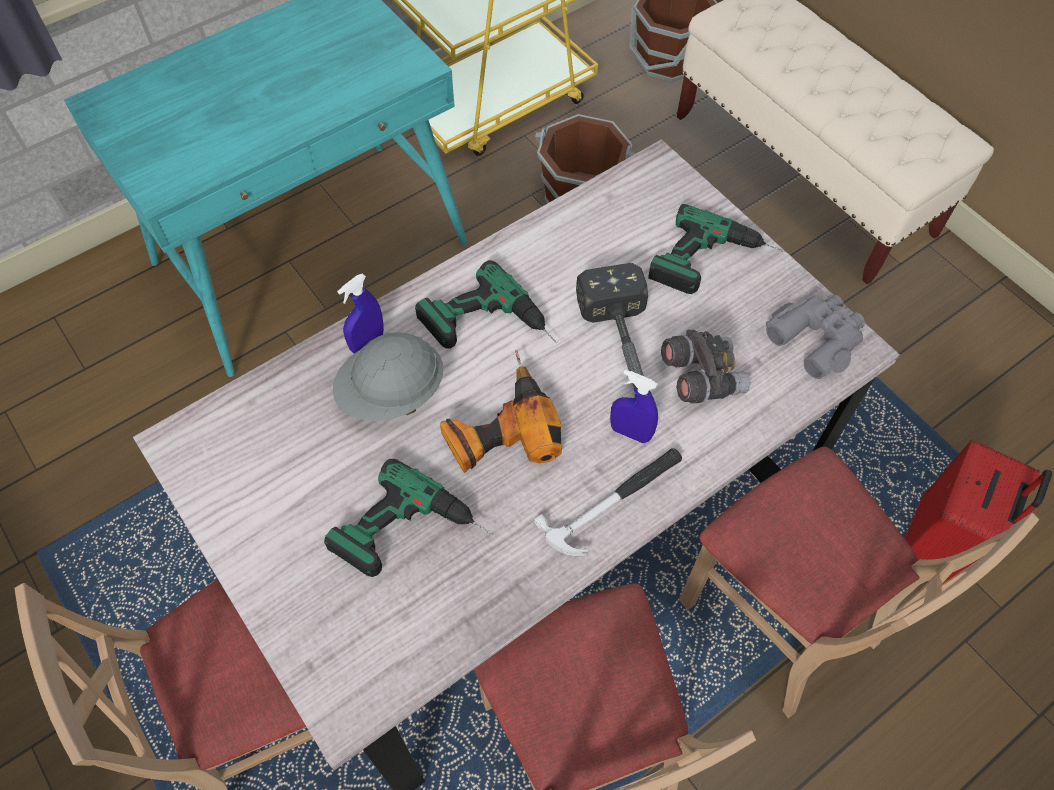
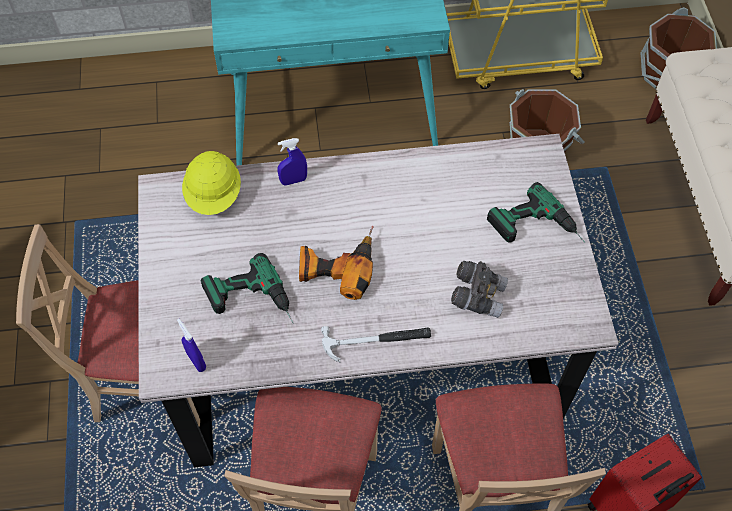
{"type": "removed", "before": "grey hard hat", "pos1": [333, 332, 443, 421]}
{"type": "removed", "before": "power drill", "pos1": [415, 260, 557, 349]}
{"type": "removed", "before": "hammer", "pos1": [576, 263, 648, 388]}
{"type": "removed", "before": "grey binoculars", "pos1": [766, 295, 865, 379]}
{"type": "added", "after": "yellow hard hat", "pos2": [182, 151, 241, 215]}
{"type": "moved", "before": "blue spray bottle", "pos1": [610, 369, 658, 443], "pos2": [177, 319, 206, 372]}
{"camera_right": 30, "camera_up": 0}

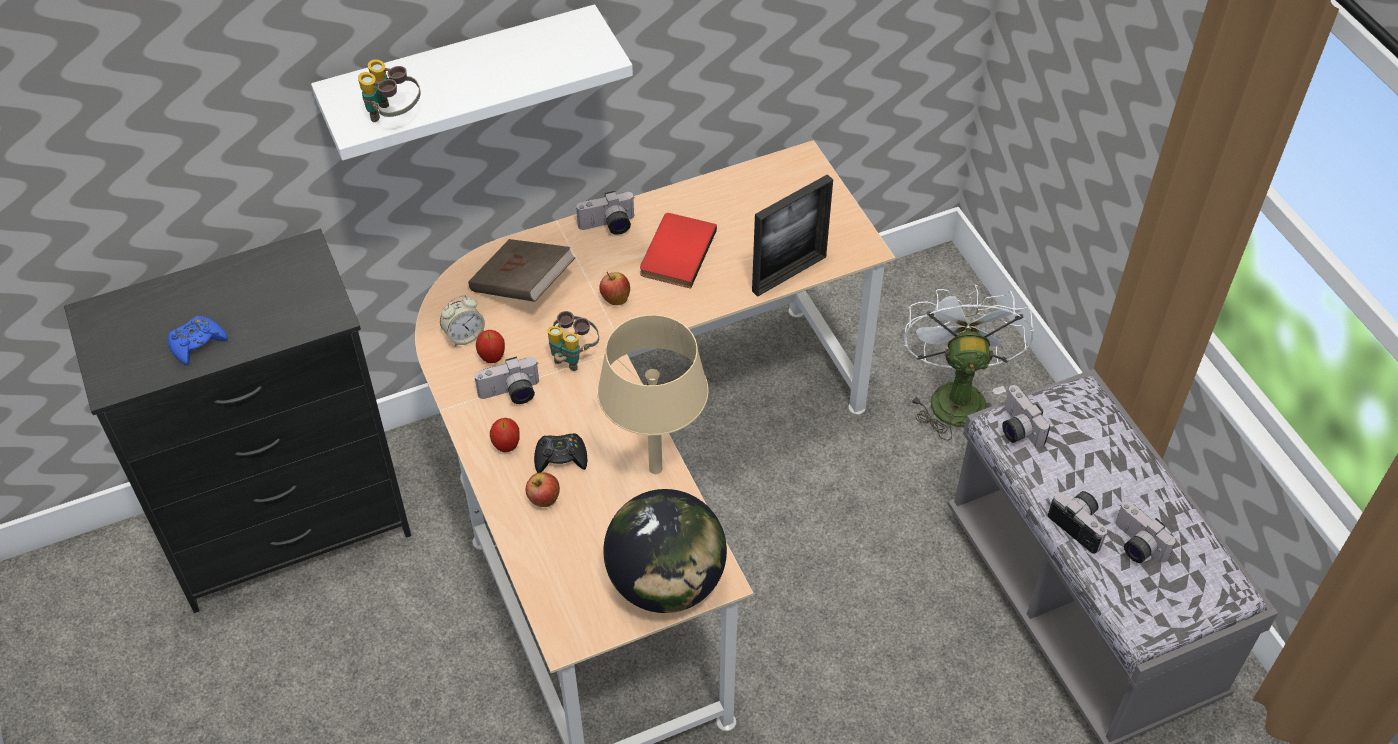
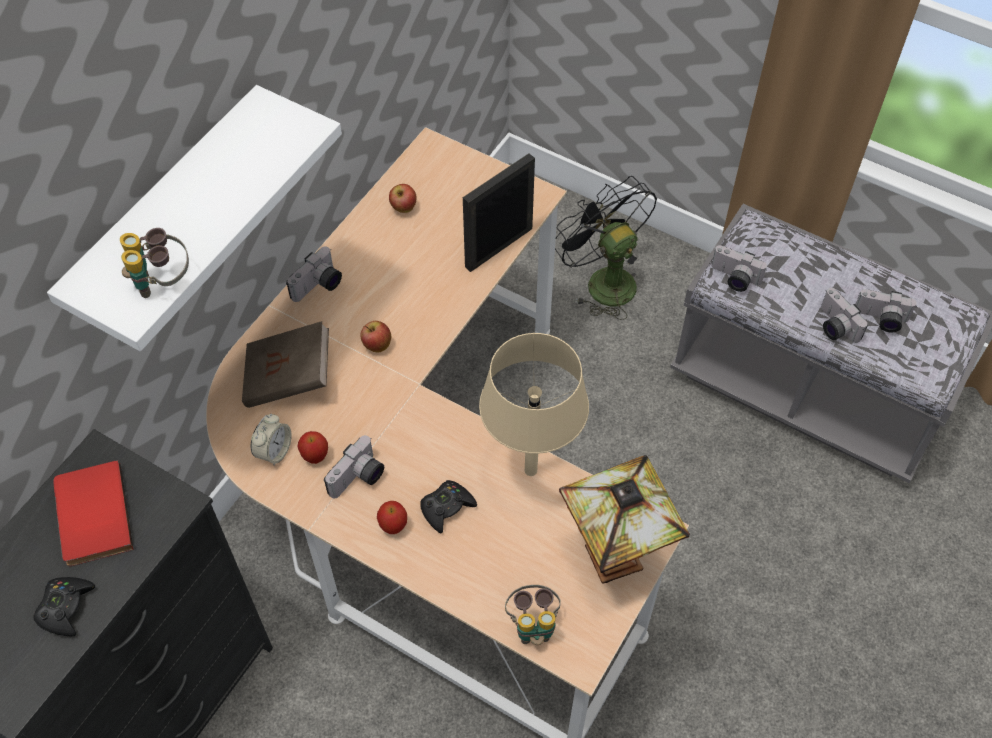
{"type": "moved", "before": "apple", "pos1": [525, 472, 560, 507], "pos2": [389, 184, 416, 213]}
{"type": "moved", "before": "binoculars", "pos1": [547, 311, 599, 371], "pos2": [505, 585, 561, 645]}
{"type": "moved", "before": "red book", "pos1": [640, 213, 717, 289], "pos2": [53, 460, 134, 566]}
{"type": "replaced", "before": "globe", "after": "table lamp", "pos1": [603, 489, 727, 613], "pos2": [559, 455, 690, 584]}
{"type": "recoloured", "before": "blue game controller", "after": "black game controller", "pos1": [167, 316, 228, 365], "pos2": [33, 577, 95, 636]}
{"type": "recoloured", "before": "white fan", "after": "black fan", "pos1": [904, 284, 1034, 440], "pos2": [555, 176, 657, 320]}
{"type": "turned", "before": "picture frame", "pos1": [752, 174, 833, 297], "pos2": [463, 154, 535, 272], "turn": -150}
{"type": "turned", "before": "photo camera", "pos1": [1048, 491, 1107, 554], "pos2": [821, 288, 868, 343], "turn": -135}
{"camera_right": -35, "camera_up": 5}

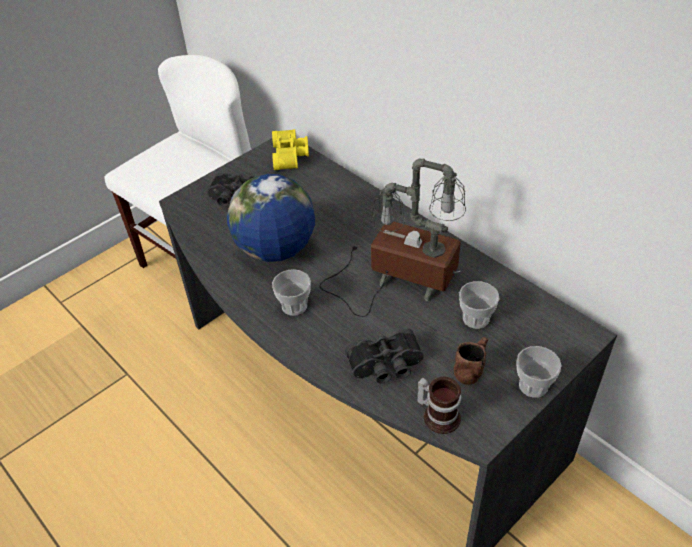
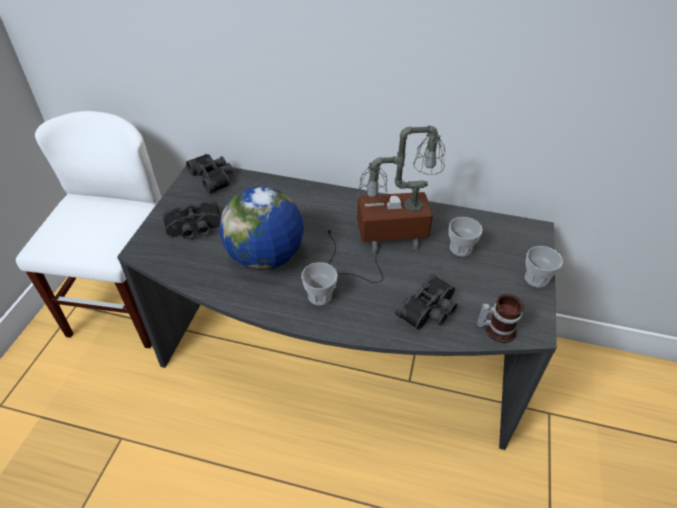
{"type": "removed", "before": "brown mug", "pos1": [454, 337, 488, 385]}
{"type": "recoloured", "before": "yellow binoculars", "after": "black binoculars", "pos1": [272, 129, 309, 170], "pos2": [186, 154, 233, 194]}
{"camera_right": -35, "camera_up": 0}

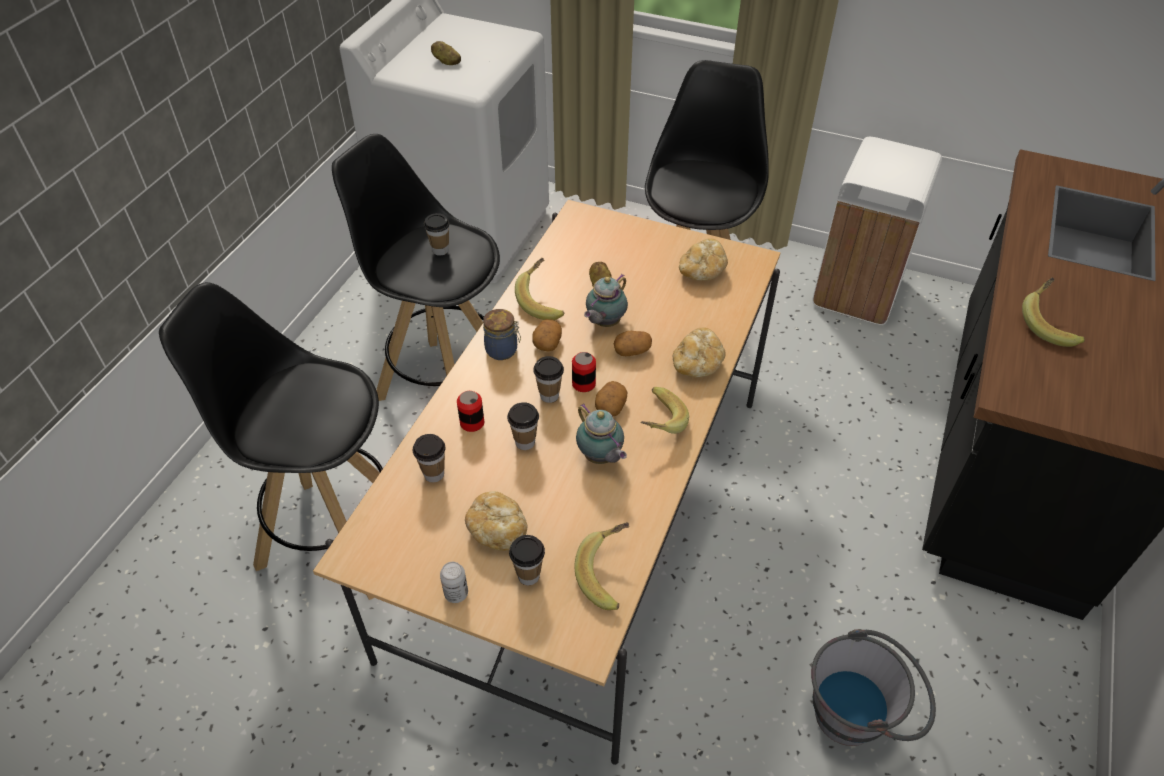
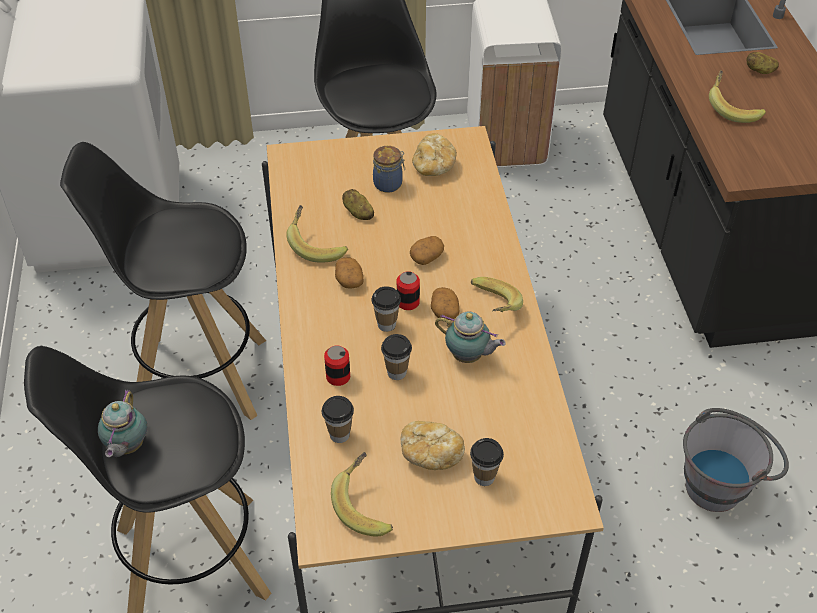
{"type": "removed", "before": "cup", "pos1": [424, 213, 450, 256]}
{"type": "removed", "before": "can", "pos1": [440, 562, 468, 603]}
{"type": "removed", "before": "bread", "pos1": [673, 327, 726, 377]}
{"type": "moved", "before": "potato", "pos1": [431, 41, 461, 65], "pos2": [746, 52, 779, 74]}
{"type": "moved", "before": "jar", "pos1": [483, 309, 521, 360], "pos2": [373, 146, 405, 193]}
{"type": "moved", "before": "banana", "pos1": [575, 522, 629, 610], "pos2": [331, 452, 393, 537]}
{"type": "moved", "before": "teapot", "pos1": [584, 274, 628, 327], "pos2": [98, 390, 147, 457]}
{"camera_right": -30, "camera_up": 0}

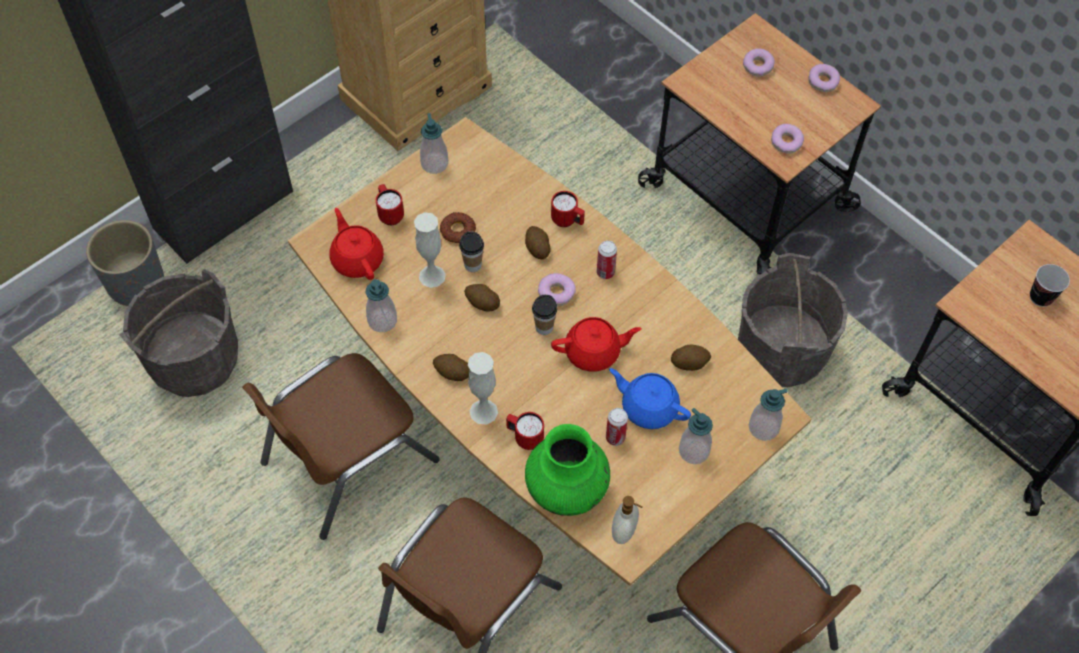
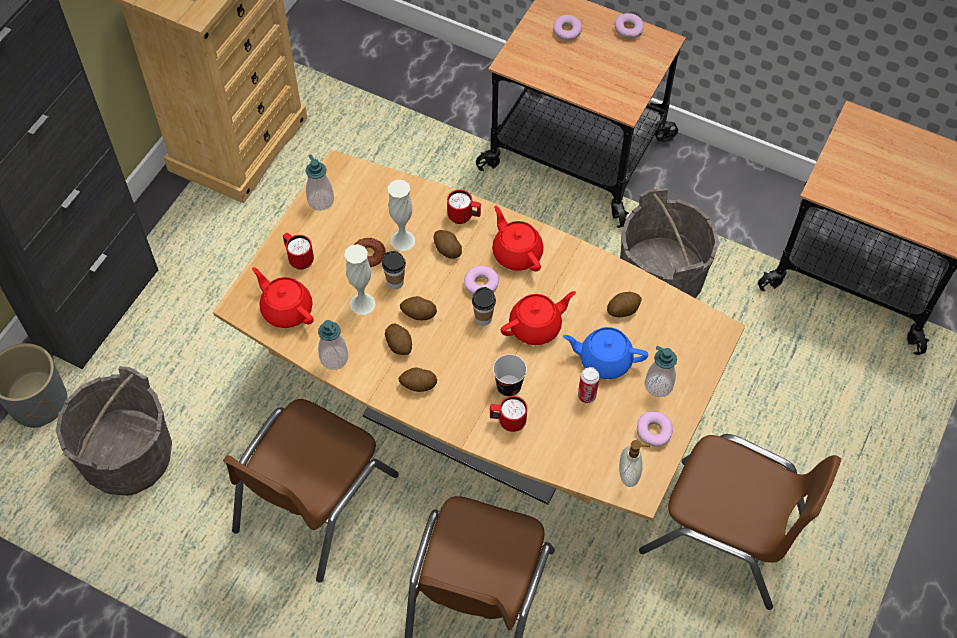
{"type": "removed", "before": "green vase", "pos1": [525, 424, 610, 516]}
{"type": "removed", "before": "soap dispenser", "pos1": [749, 389, 788, 441]}
{"type": "added", "after": "potato", "pos2": [385, 324, 412, 355]}
{"type": "moved", "before": "white vase", "pos1": [468, 352, 498, 425], "pos2": [388, 180, 415, 251]}
{"type": "moved", "before": "donut", "pos1": [771, 124, 804, 154], "pos2": [637, 411, 673, 447]}
{"type": "moved", "before": "cup", "pos1": [1030, 264, 1070, 307], "pos2": [493, 354, 527, 397]}
{"type": "replaced", "before": "can", "after": "red teapot", "pos1": [597, 240, 617, 279], "pos2": [492, 206, 544, 272]}
{"camera_right": -20, "camera_up": 0}

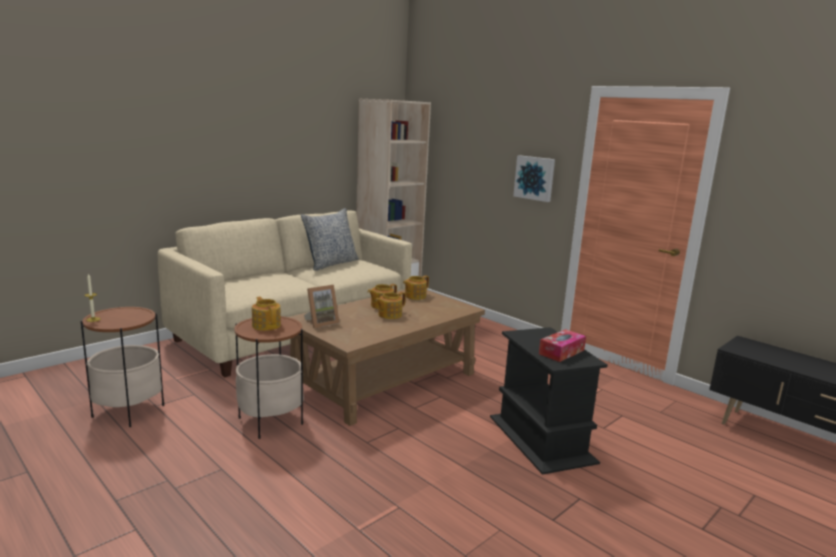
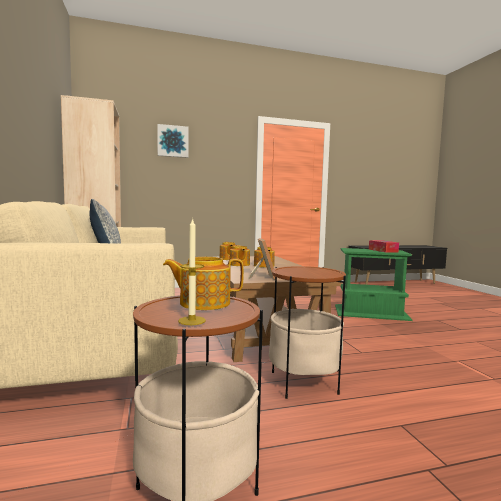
{"type": "moved", "before": "teapot", "pos1": [252, 296, 281, 331], "pos2": [163, 257, 244, 310]}
{"type": "moved", "before": "picture", "pos1": [513, 155, 555, 202], "pos2": [157, 124, 189, 158]}
{"type": "recoloured", "before": "black side table", "after": "green side table", "pos1": [490, 327, 608, 475], "pos2": [335, 248, 413, 321]}
{"camera_right": -60, "camera_up": -10}

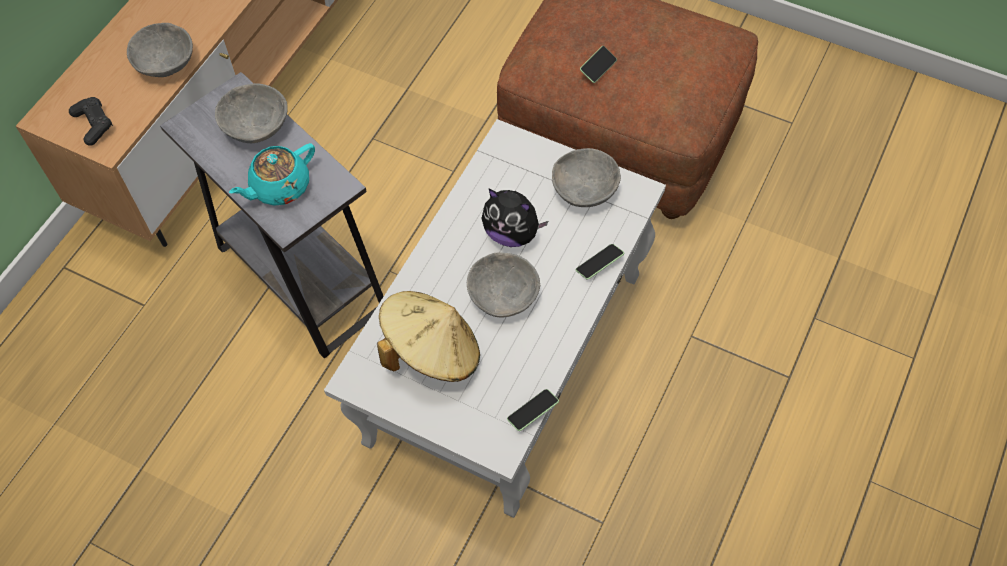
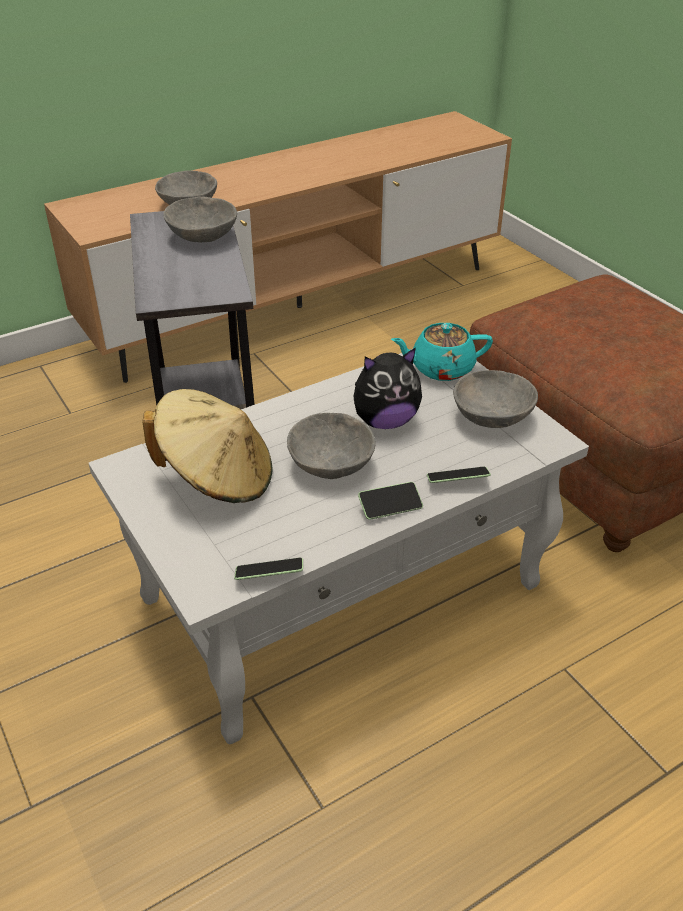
{"type": "removed", "before": "black game controller", "pos1": [69, 97, 113, 146]}
{"type": "moved", "before": "turquoise teapot", "pos1": [229, 143, 315, 206], "pos2": [391, 323, 493, 381]}
{"type": "moved", "before": "phone", "pos1": [580, 46, 617, 83], "pos2": [358, 482, 423, 520]}
{"type": "turned", "before": "plush toy", "pos1": [481, 188, 548, 247], "pos2": [353, 347, 422, 429], "turn": -75}
{"camera_right": 30, "camera_up": -20}

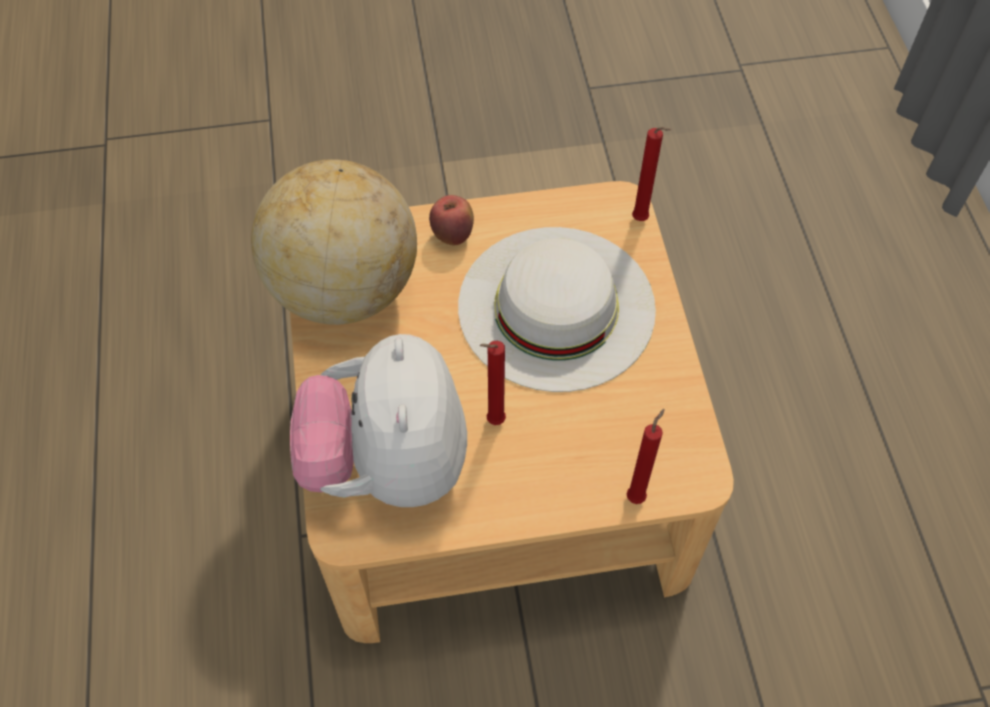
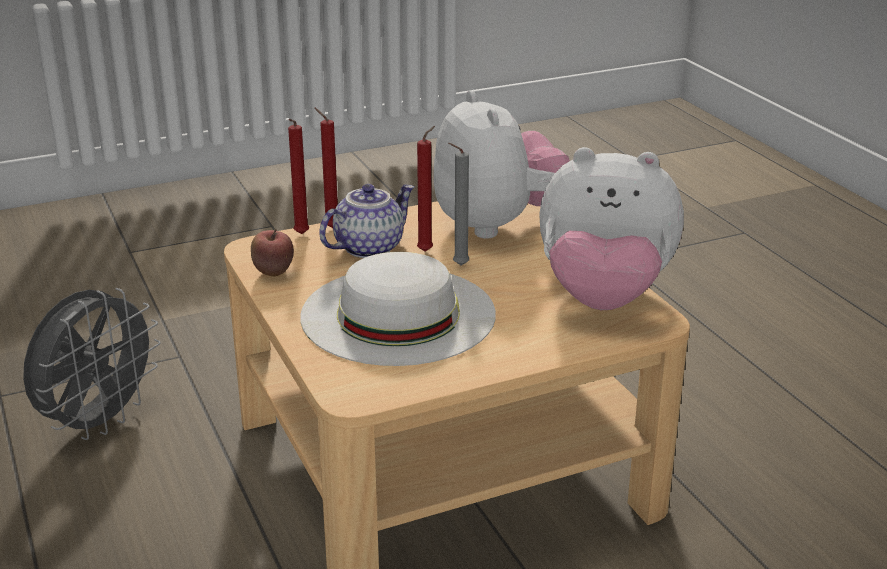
{"type": "added", "after": "grey fan", "pos2": [23, 288, 161, 440]}
{"type": "added", "after": "teapot", "pos2": [319, 184, 414, 258]}
{"type": "added", "after": "grey candle", "pos2": [448, 143, 469, 266]}
{"type": "moved", "before": "apple", "pos1": [429, 195, 474, 245], "pos2": [251, 229, 294, 277]}
{"type": "moved", "before": "red candle", "pos1": [632, 127, 671, 221], "pos2": [314, 108, 338, 228]}
{"type": "replaced", "before": "globe", "after": "plush toy", "pos1": [251, 159, 417, 325], "pos2": [540, 147, 684, 310]}
{"camera_right": 165, "camera_up": -30}

